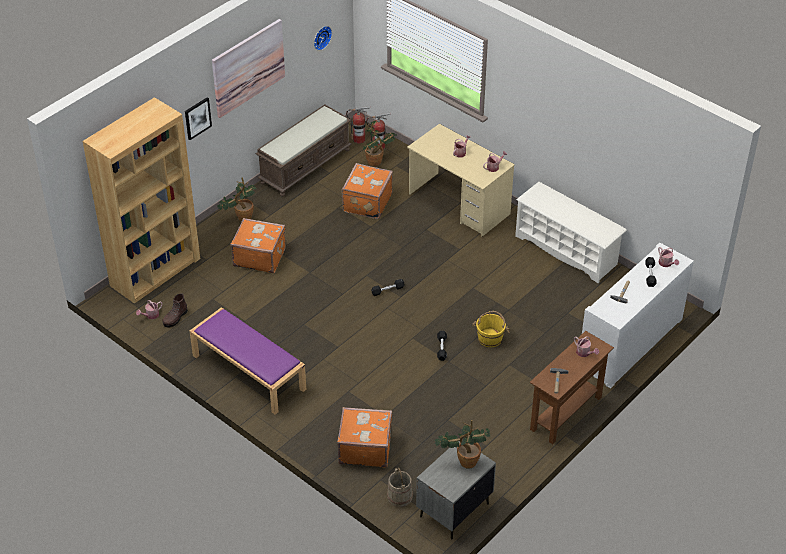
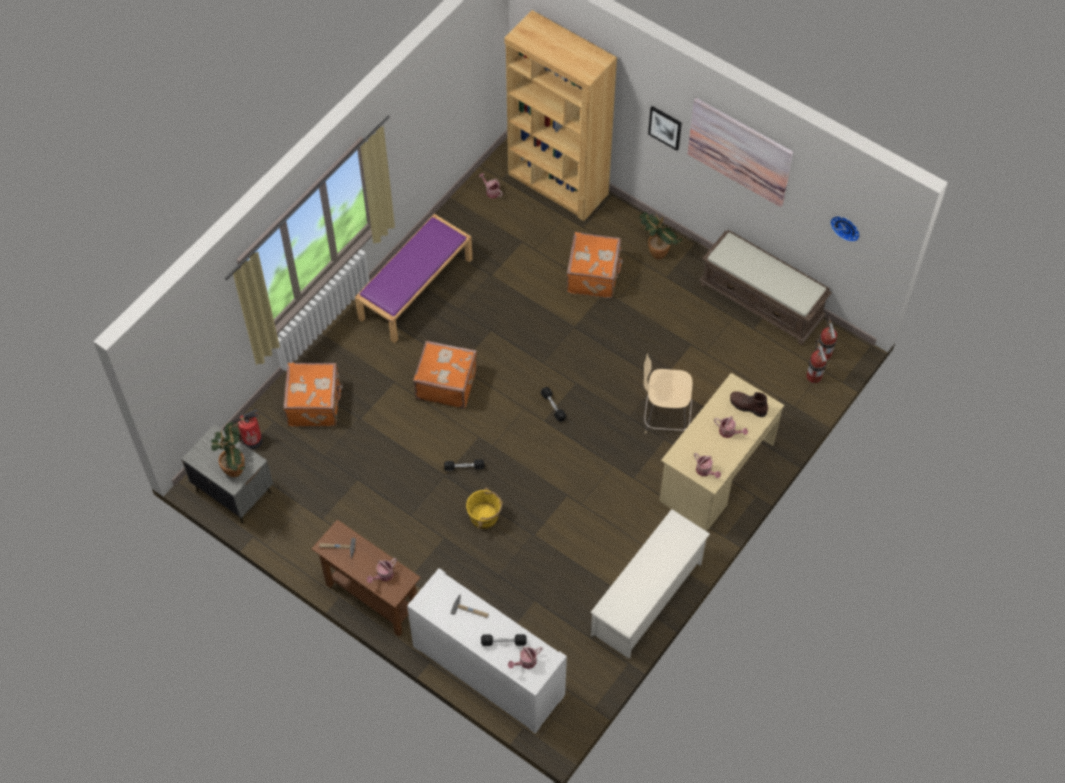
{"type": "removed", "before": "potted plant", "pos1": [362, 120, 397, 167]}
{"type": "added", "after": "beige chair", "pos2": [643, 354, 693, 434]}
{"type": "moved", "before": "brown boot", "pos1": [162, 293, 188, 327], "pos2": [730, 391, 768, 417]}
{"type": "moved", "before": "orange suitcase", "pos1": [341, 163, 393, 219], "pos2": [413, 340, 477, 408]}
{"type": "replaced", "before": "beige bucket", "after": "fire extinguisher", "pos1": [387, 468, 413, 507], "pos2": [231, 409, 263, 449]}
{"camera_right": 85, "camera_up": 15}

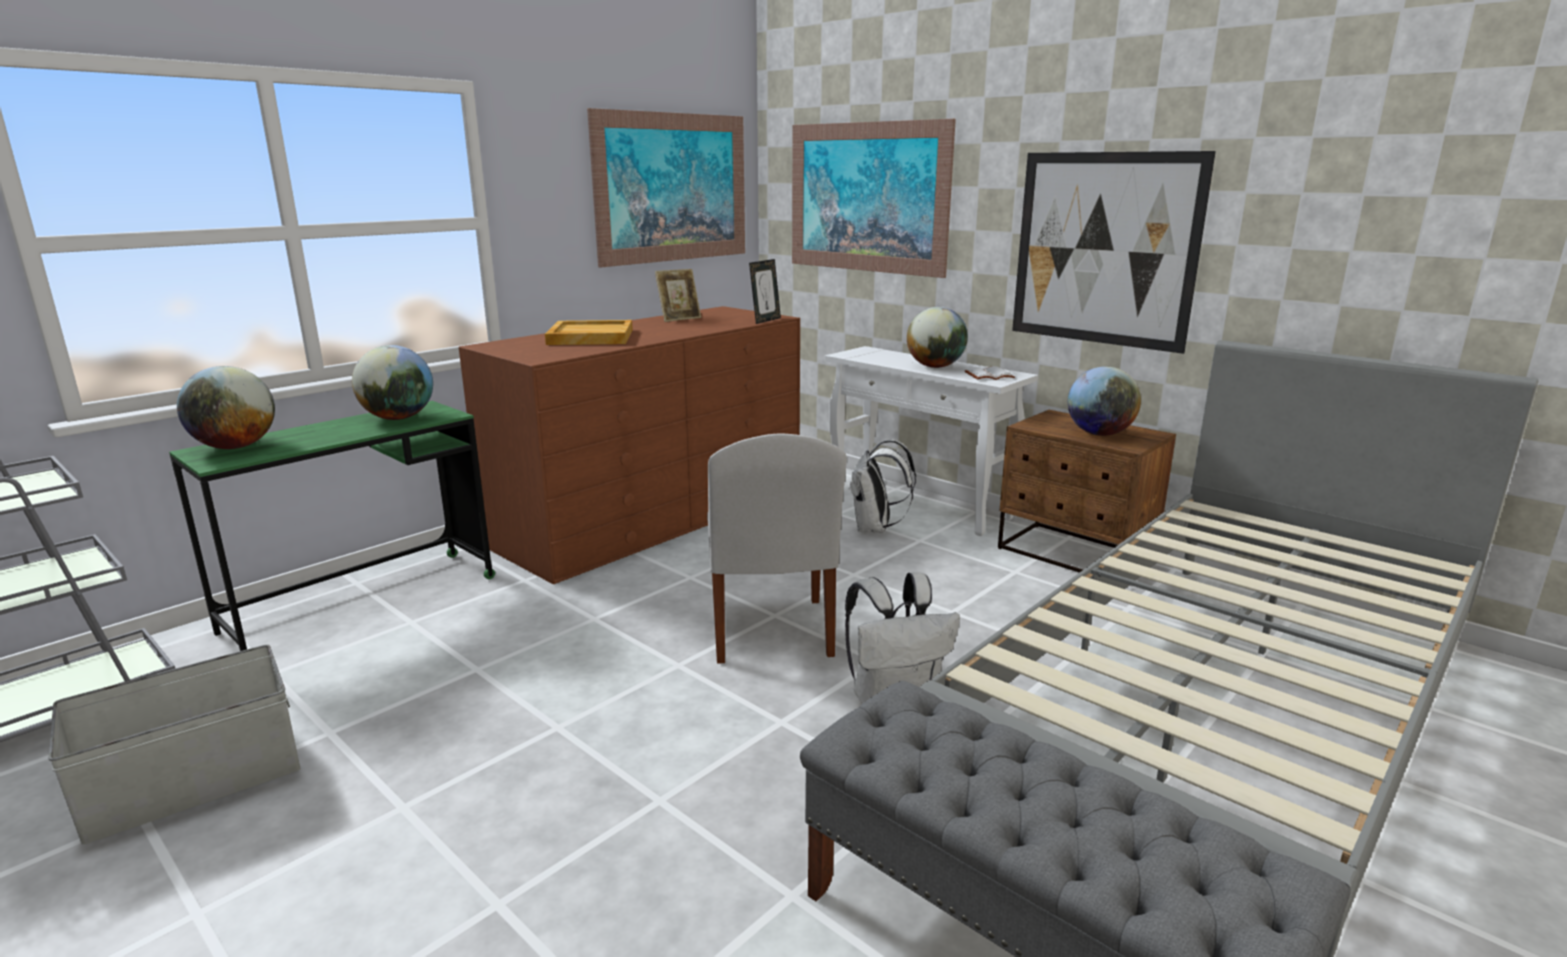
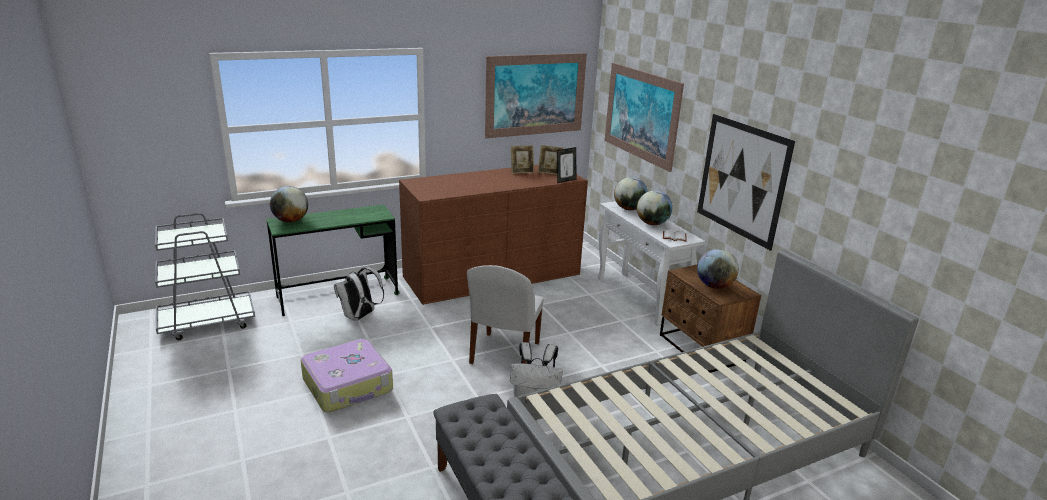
{"type": "removed", "before": "grey storage box", "pos1": [48, 645, 301, 844]}
{"type": "removed", "before": "beige tray", "pos1": [545, 320, 633, 345]}
{"type": "added", "after": "suitcase", "pos2": [300, 339, 393, 412]}
{"type": "added", "after": "picture frame", "pos2": [538, 145, 564, 175]}
{"type": "moved", "before": "globe", "pos1": [352, 345, 433, 420], "pos2": [614, 177, 648, 210]}
{"type": "moved", "before": "white backpack", "pos1": [849, 440, 916, 533], "pos2": [334, 267, 384, 321]}
{"camera_right": 20, "camera_up": 5}

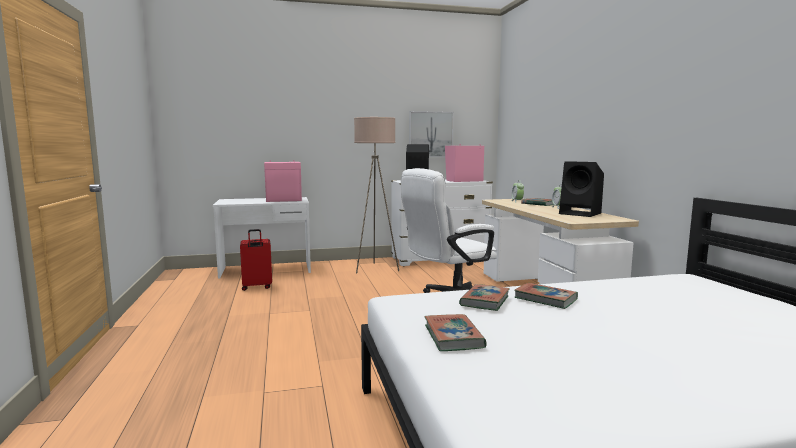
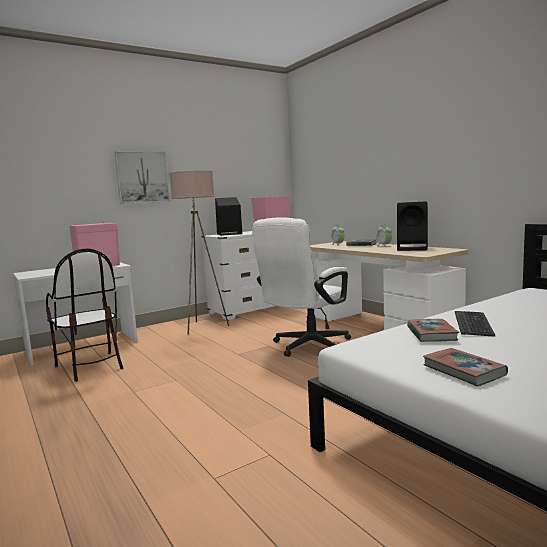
{"type": "moved", "before": "picture", "pos1": [409, 111, 454, 157], "pos2": [114, 151, 170, 204]}
{"type": "replaced", "before": "red suitcase", "after": "chair", "pos1": [240, 229, 272, 291], "pos2": [46, 249, 124, 382]}
{"type": "replaced", "before": "book", "after": "keyboard", "pos1": [514, 283, 578, 309], "pos2": [455, 311, 495, 337]}
{"camera_right": -20, "camera_up": 0}

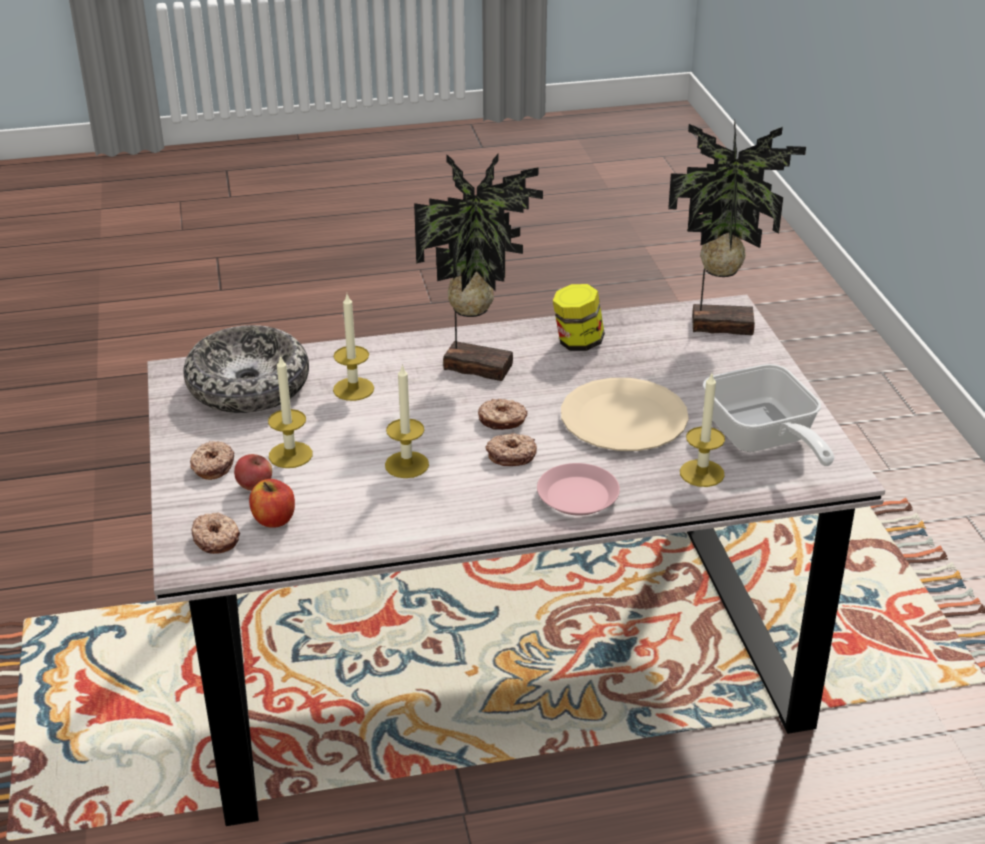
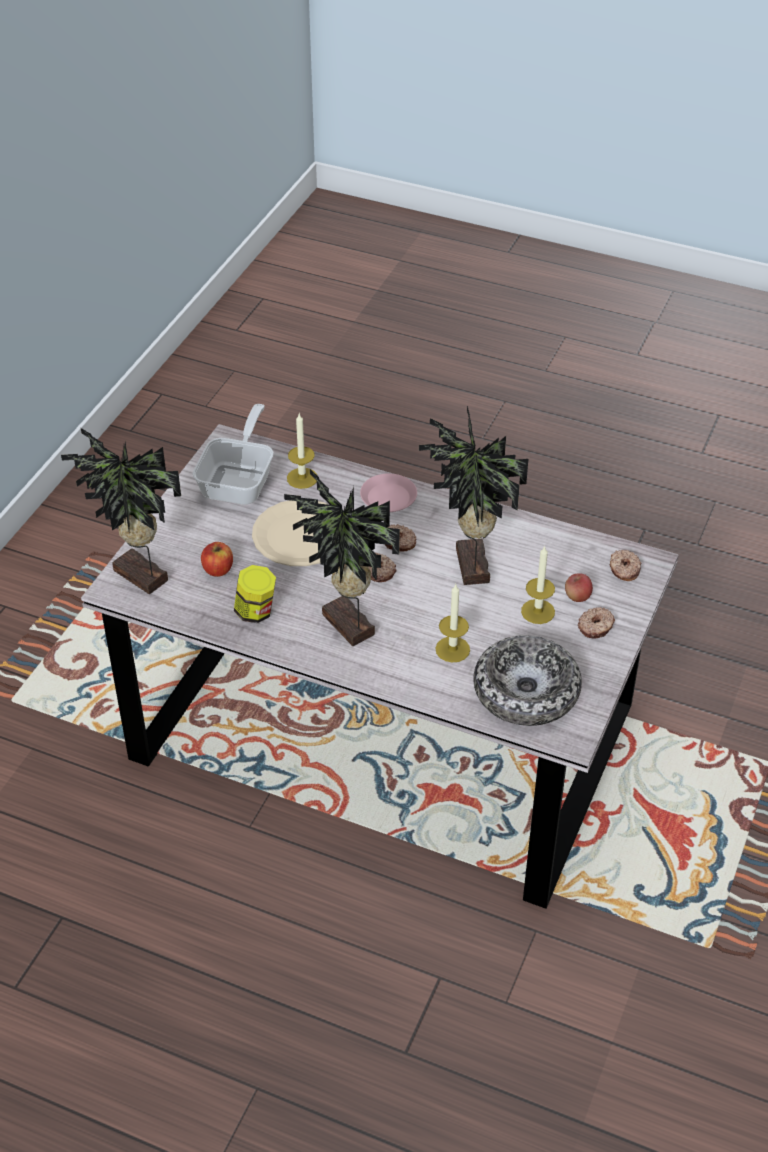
{"type": "moved", "before": "apple", "pos1": [249, 479, 295, 528], "pos2": [201, 542, 233, 577]}
{"type": "replaced", "before": "candle", "after": "potted plant", "pos1": [385, 364, 429, 478], "pos2": [419, 406, 528, 585]}
{"camera_right": -145, "camera_up": 10}

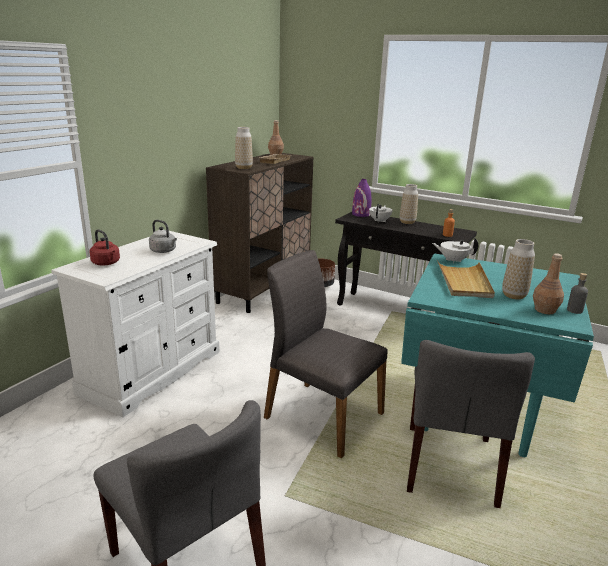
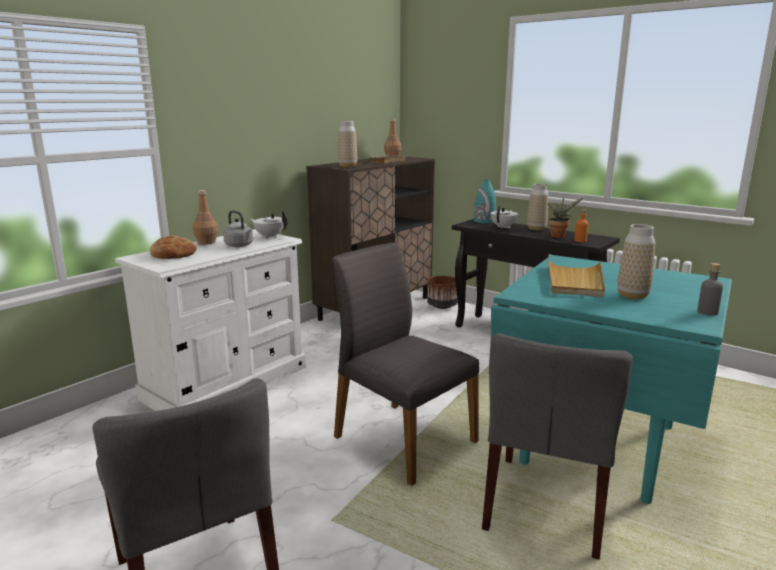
{"type": "added", "after": "potted plant", "pos2": [548, 198, 583, 238]}
{"type": "moved", "before": "white teapot", "pos1": [432, 237, 478, 263], "pos2": [249, 211, 288, 238]}
{"type": "moved", "before": "brown bottle", "pos1": [533, 253, 564, 314], "pos2": [193, 190, 218, 245]}
{"type": "replaced", "before": "red kettle", "after": "bread", "pos1": [90, 229, 120, 265], "pos2": [150, 236, 197, 259]}
{"type": "recoloured", "before": "purple vase", "after": "turquoise vase", "pos1": [352, 179, 372, 217], "pos2": [474, 180, 496, 223]}
{"camera_right": 10, "camera_up": -5}

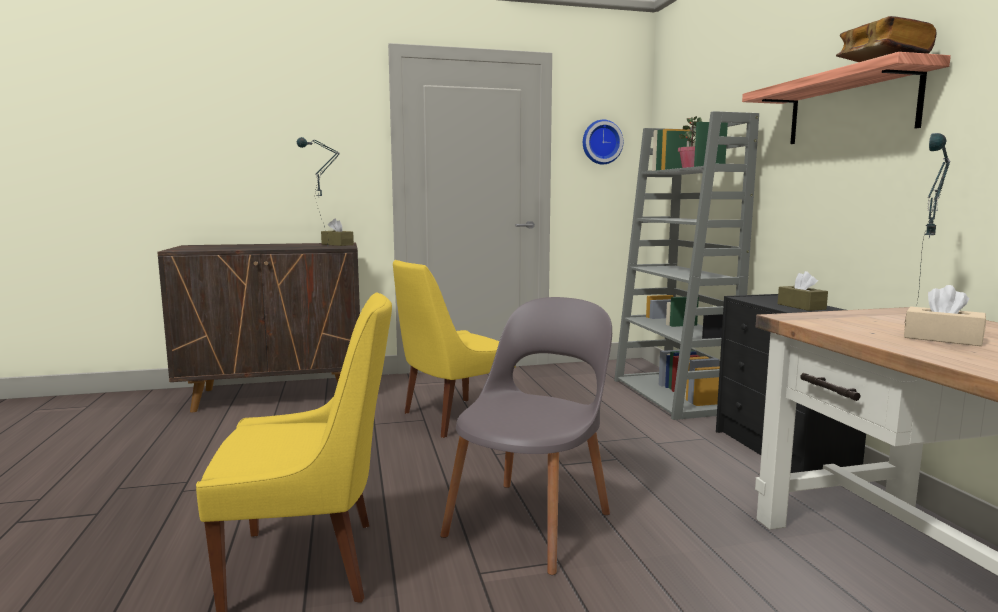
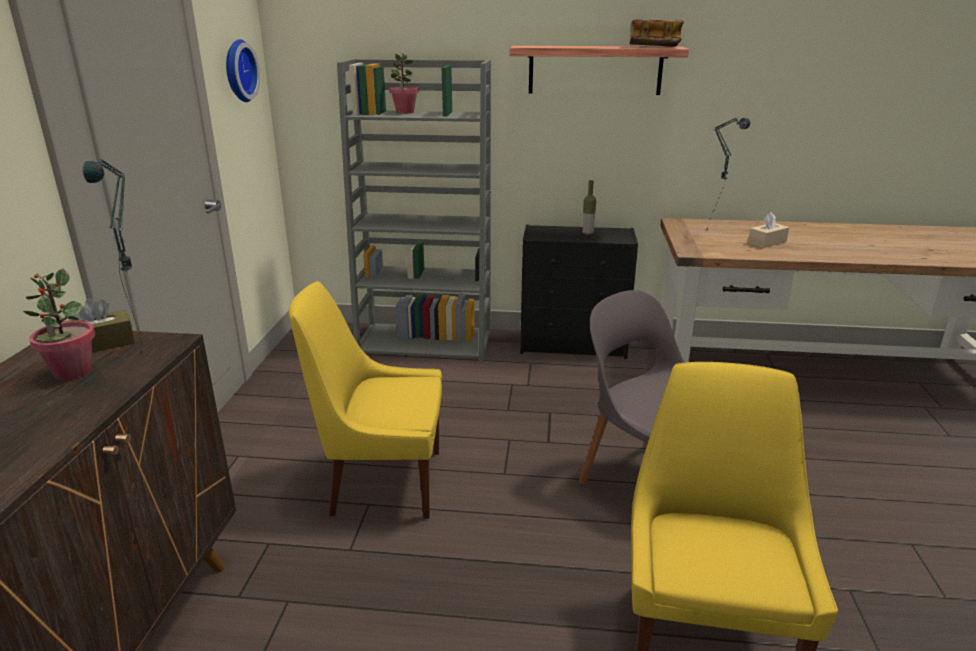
{"type": "added", "after": "potted plant", "pos2": [23, 269, 96, 380]}
{"type": "replaced", "before": "brown tissue box", "after": "bottle", "pos1": [778, 271, 828, 311], "pos2": [582, 180, 596, 235]}
{"type": "turned", "before": "yellow chair", "pos1": [393, 260, 516, 438], "pos2": [289, 281, 442, 519], "turn": 105}
{"camera_right": -70, "camera_up": 15}

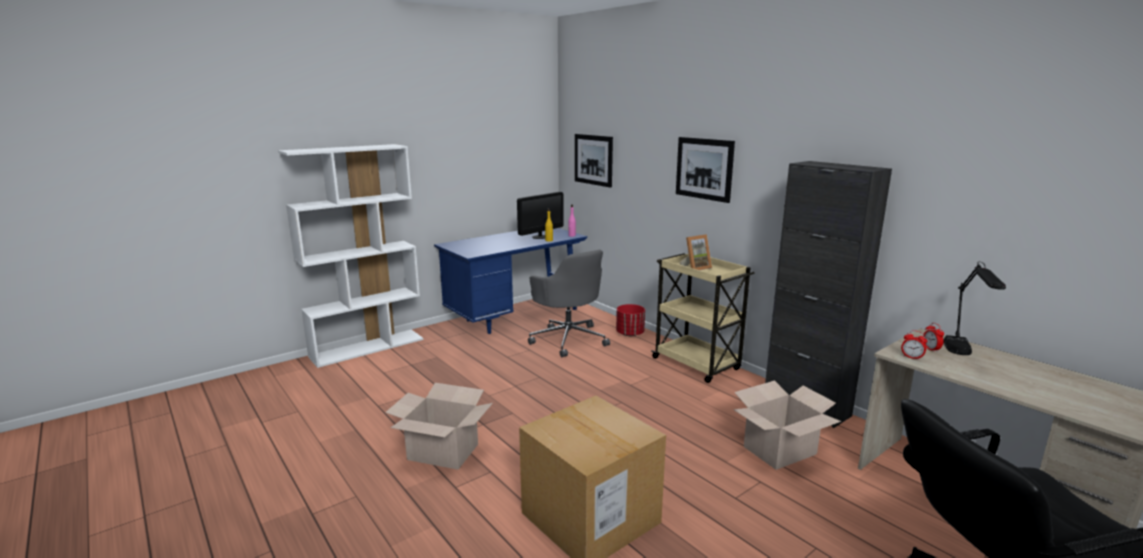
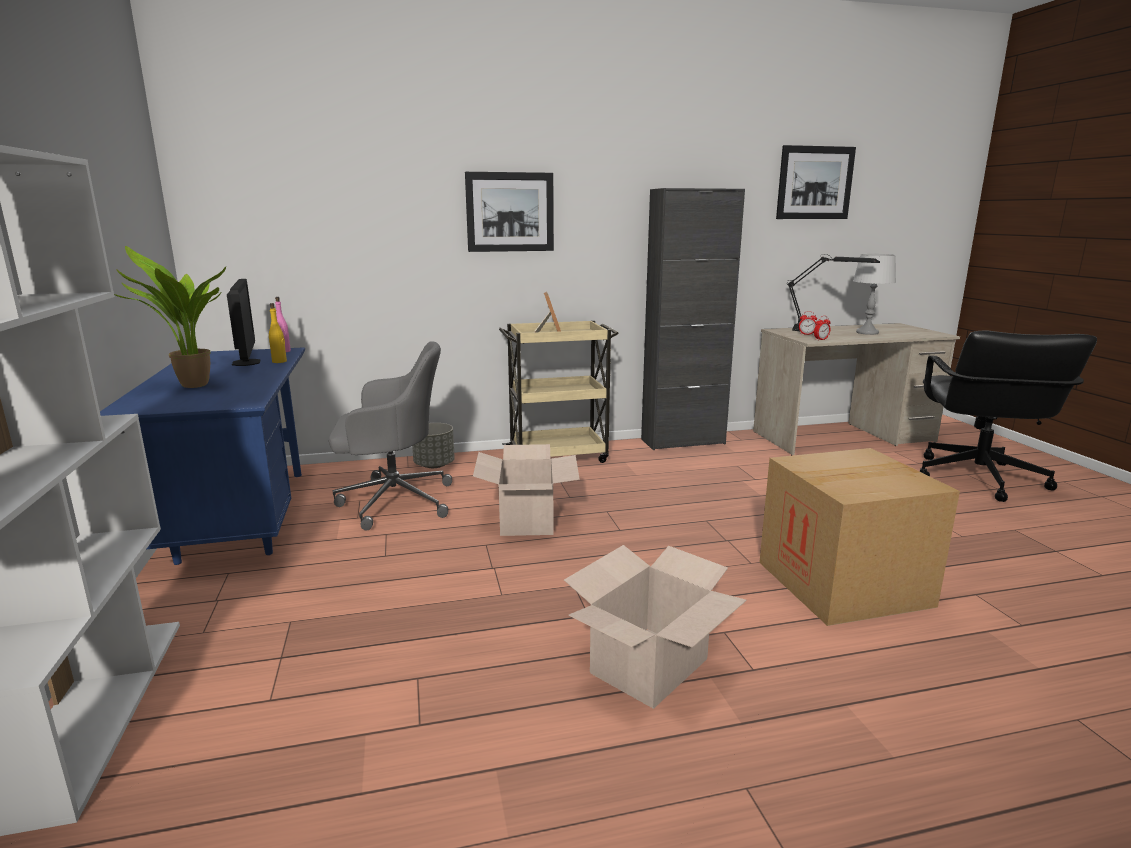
{"type": "added", "after": "potted plant", "pos2": [114, 246, 226, 388]}
{"type": "added", "after": "grey table lamp", "pos2": [853, 254, 896, 335]}
{"type": "moved", "before": "picture", "pos1": [575, 134, 613, 188], "pos2": [776, 145, 856, 219]}
{"type": "moved", "before": "cardboard box", "pos1": [733, 380, 841, 470], "pos2": [473, 444, 580, 536]}
{"type": "recoloured", "before": "red planter", "after": "grey planter", "pos1": [616, 304, 645, 336], "pos2": [412, 423, 455, 468]}
{"camera_right": -65, "camera_up": 0}

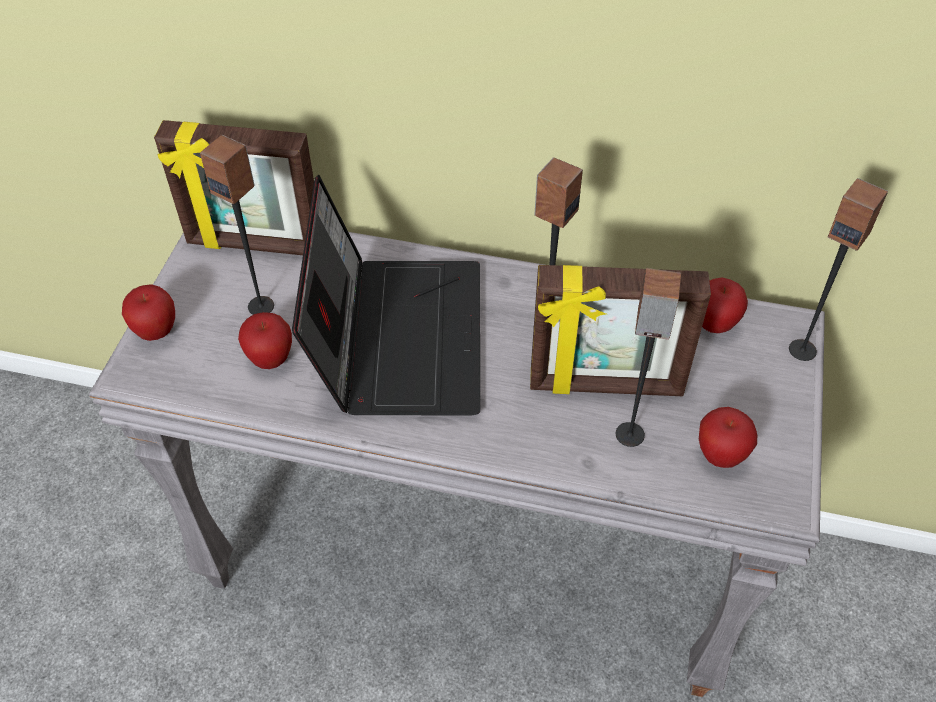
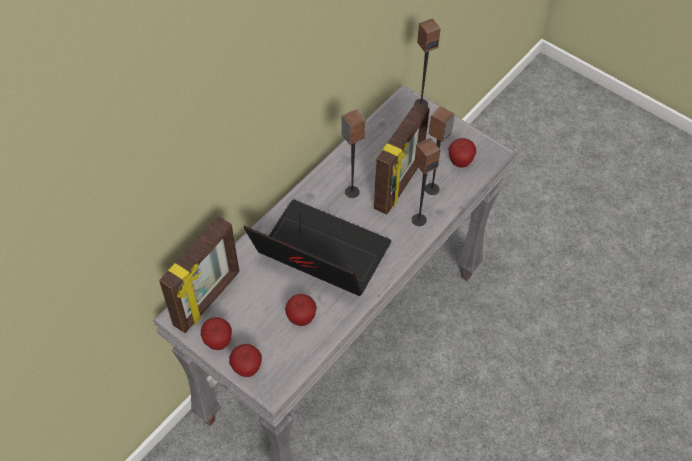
{"type": "moved", "before": "speaker", "pos1": [200, 135, 274, 315], "pos2": [412, 138, 440, 226]}
{"type": "moved", "before": "apple", "pos1": [702, 278, 748, 333], "pos2": [201, 317, 232, 350]}
{"camera_right": -65, "camera_up": 5}

